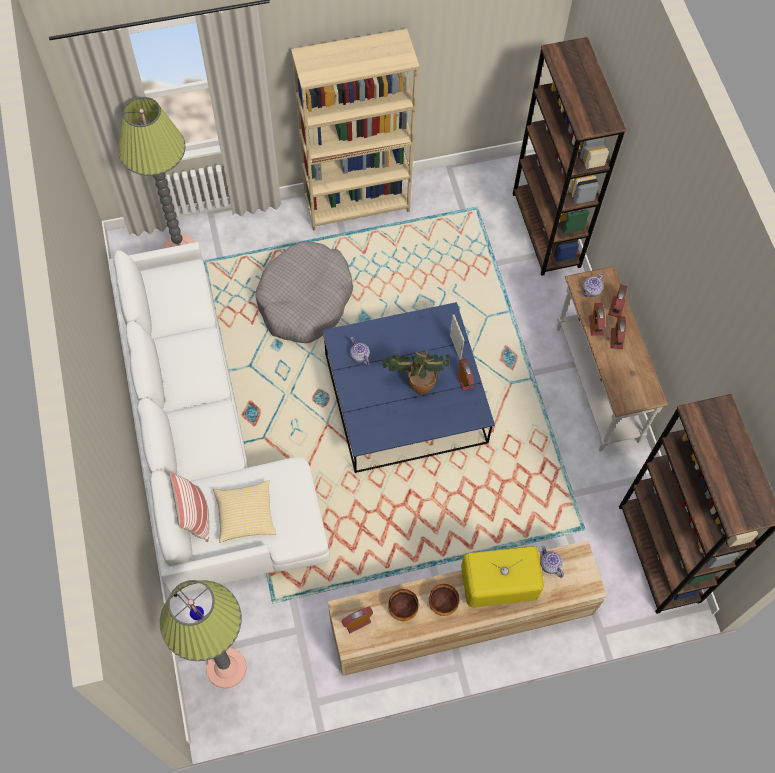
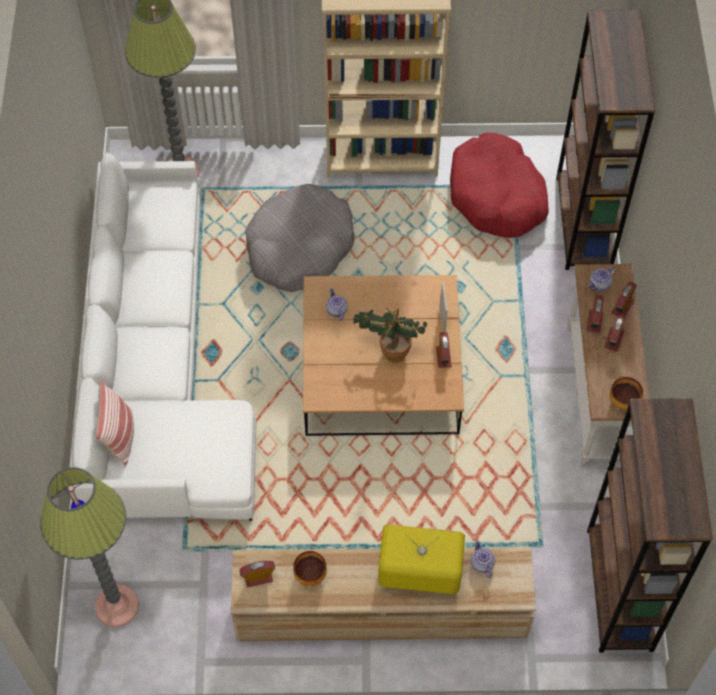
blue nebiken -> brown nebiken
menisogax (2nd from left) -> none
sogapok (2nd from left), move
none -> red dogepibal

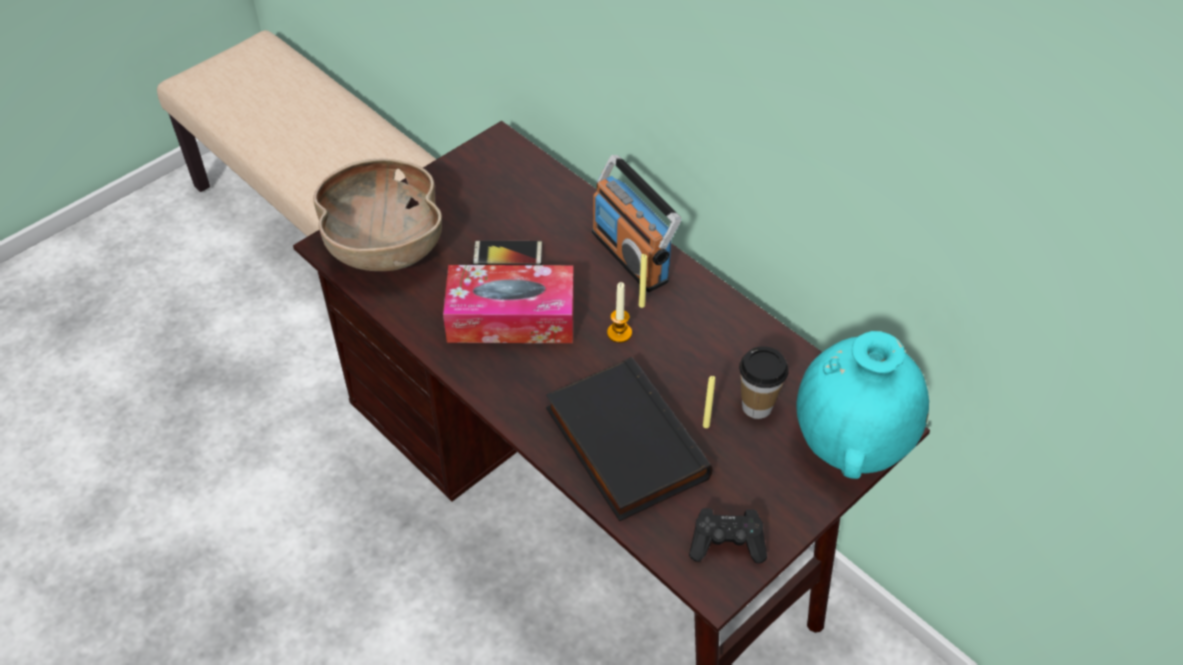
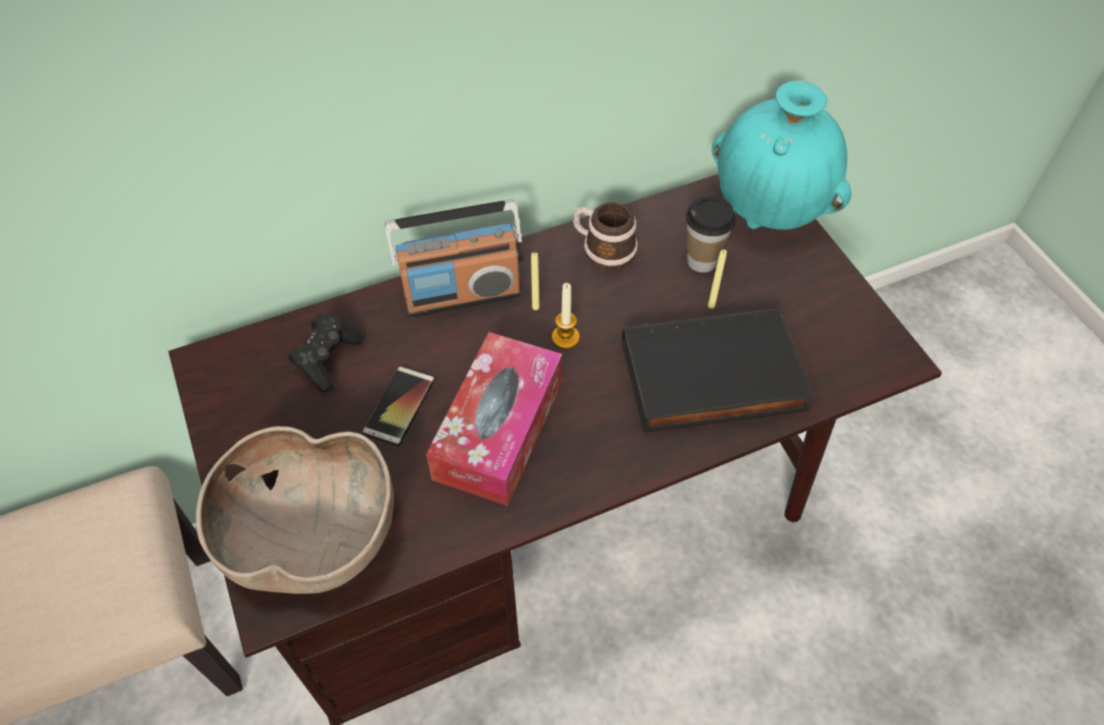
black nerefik, move
none -> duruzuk

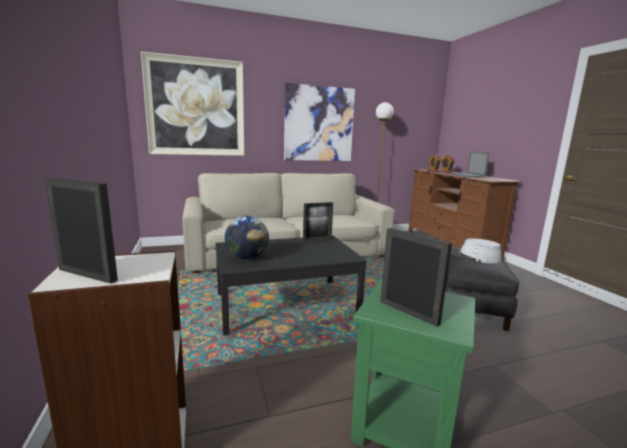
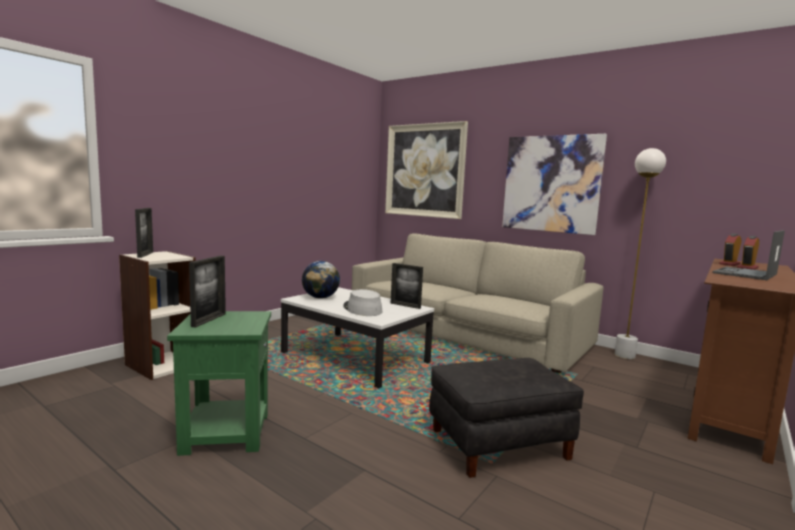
black nebiken -> white nebiken
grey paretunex, move

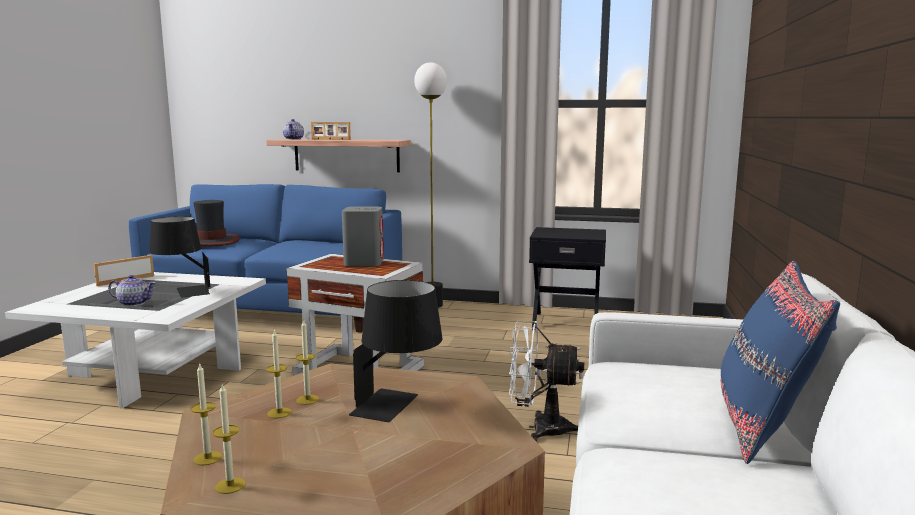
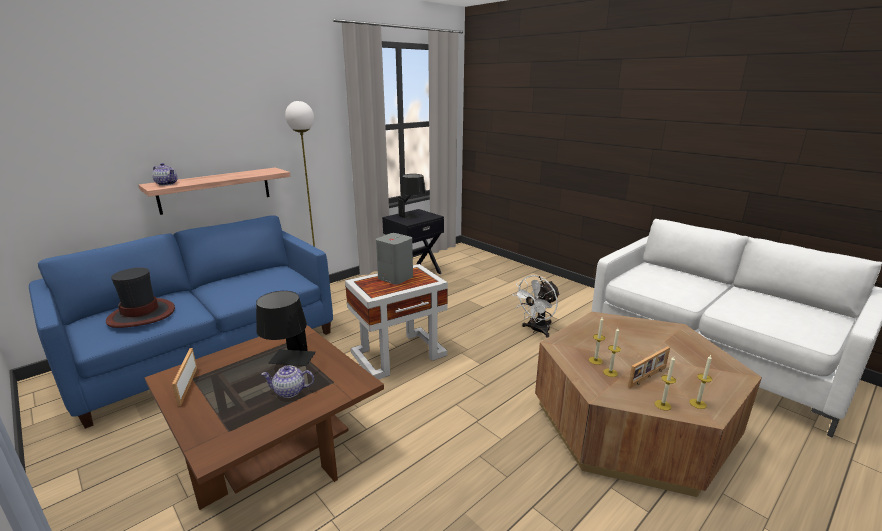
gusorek (2nd from left), move
blue menisogax -> none
white nebiken -> brown nebiken (1st from left)
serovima (1st from left in the first image) -> serovima (2nd from left), 135 degrees counterclockwise
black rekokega (2nd from left), move

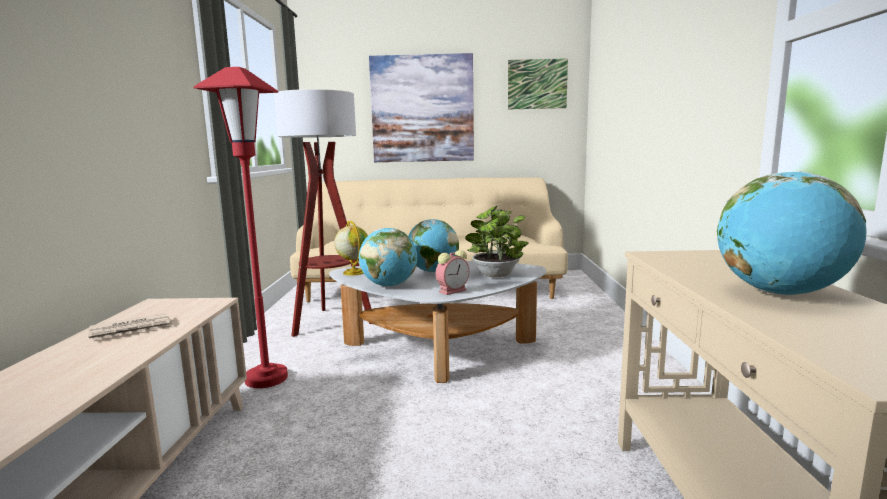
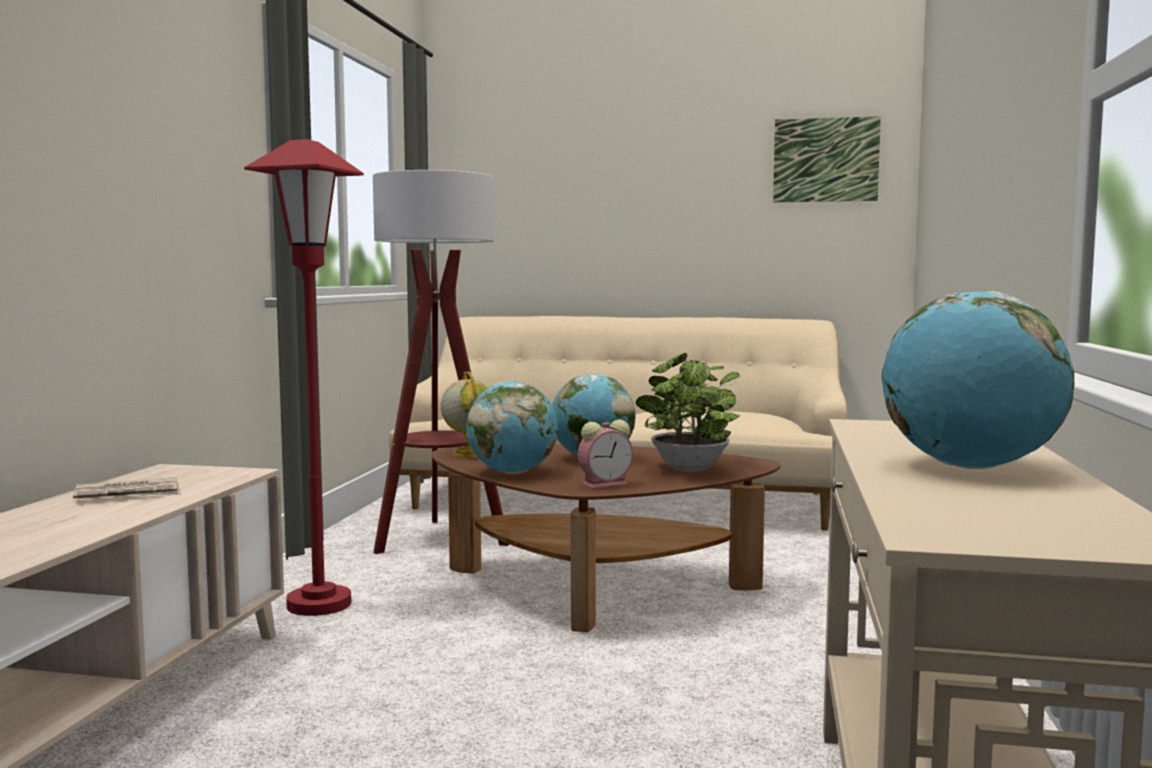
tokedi (1st from left) -> none
white nebiken -> brown nebiken

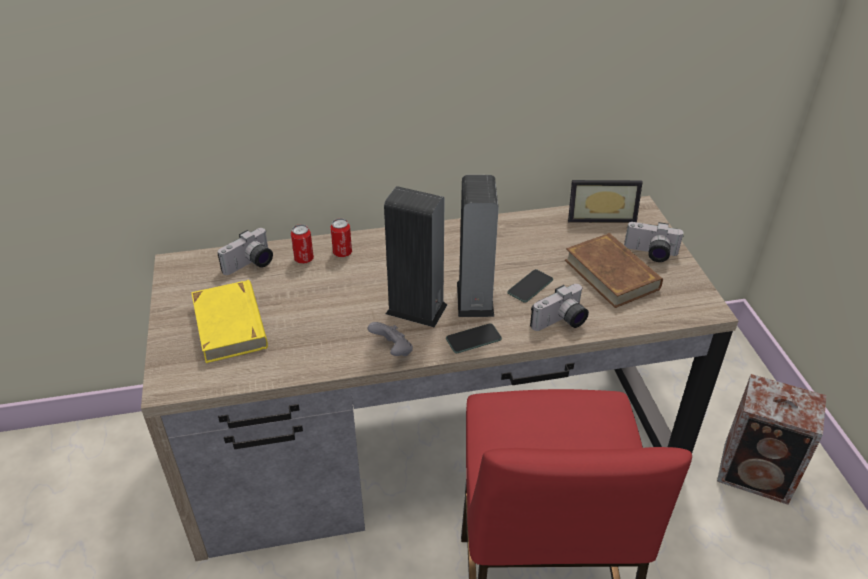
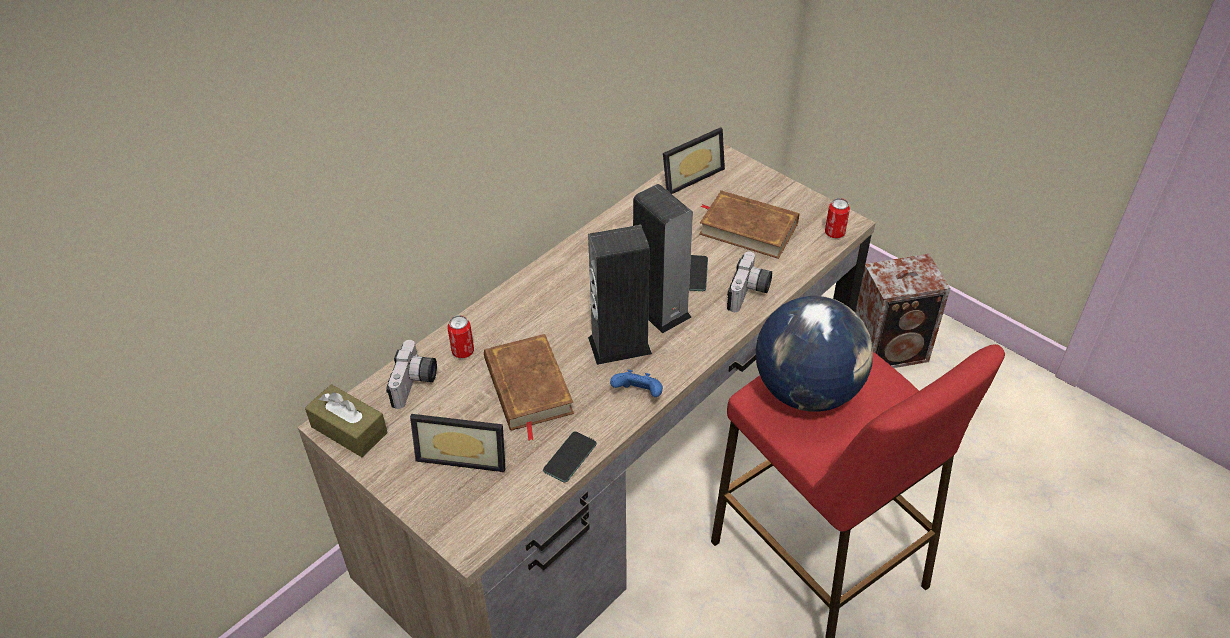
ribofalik (2nd from left), move
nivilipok (3rd from left) -> none
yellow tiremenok -> gusorek (1st from left)
grey nerefik -> blue nerefik
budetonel (1st from left), move
none -> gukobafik
none -> brown tiremenok (1st from left)
none -> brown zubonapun

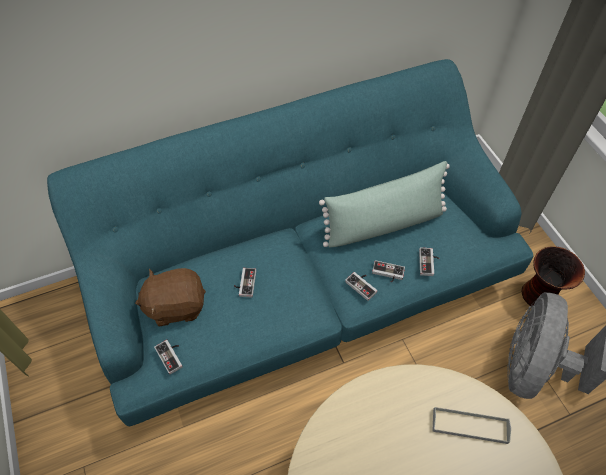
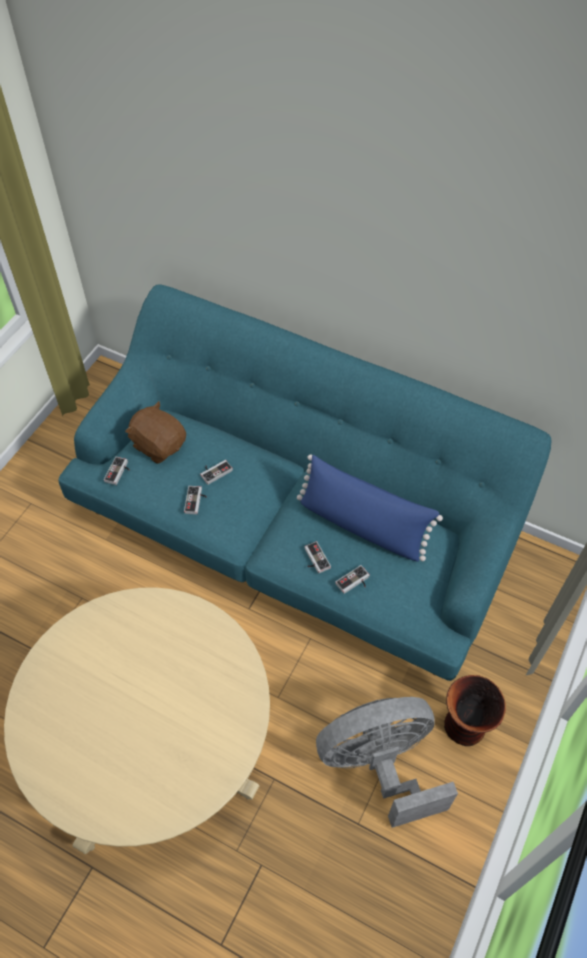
green menisogax -> blue menisogax
nerefik (3rd from left in the first image) -> nerefik (2nd from left), move
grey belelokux -> none

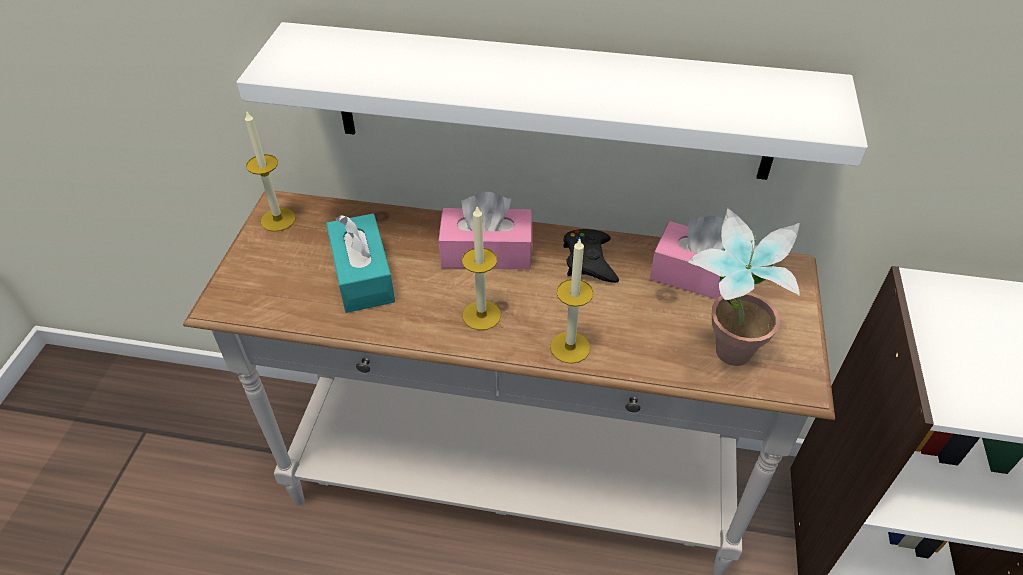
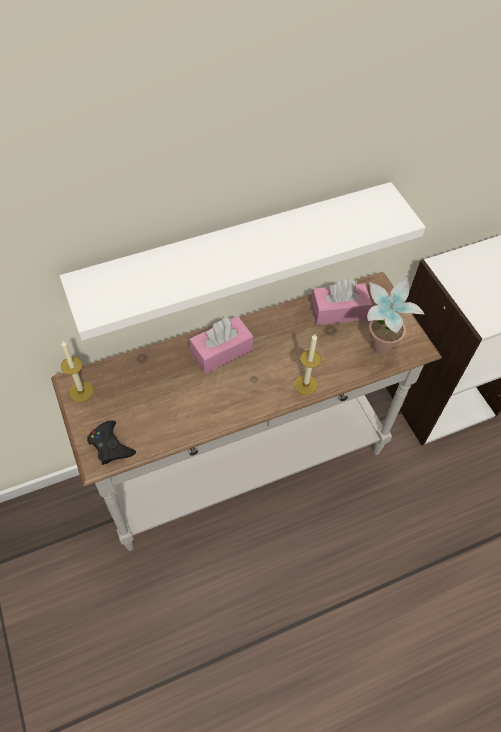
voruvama (2nd from left) -> none
turquoise zubonapun -> none
black nerefik, move

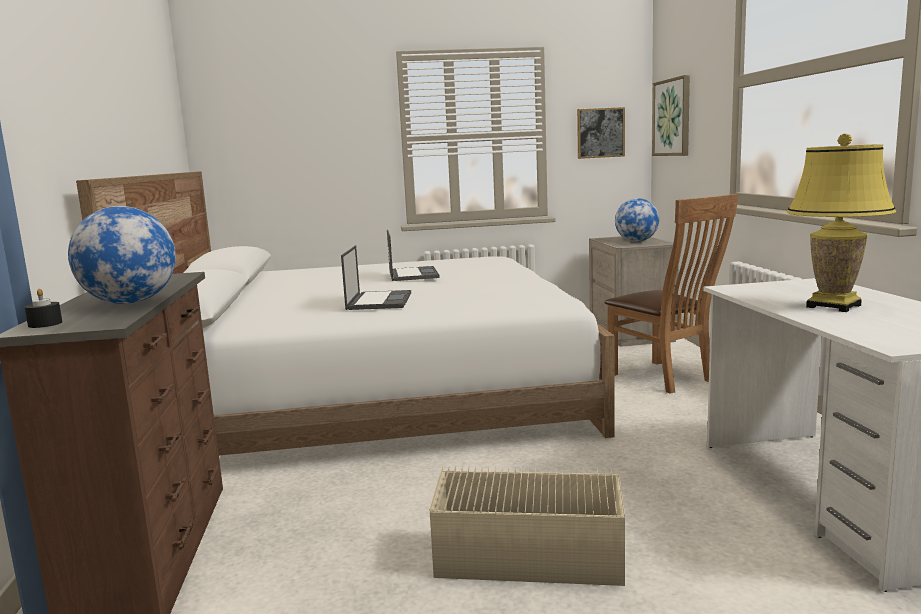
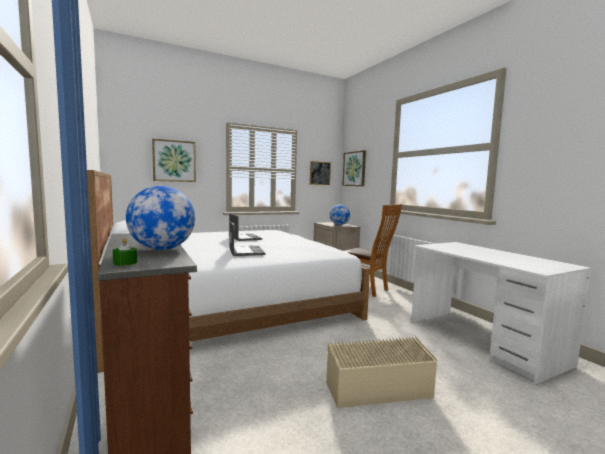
yellow rekokega -> none
black voruvama -> green voruvama
none -> tokedi (1st from left)

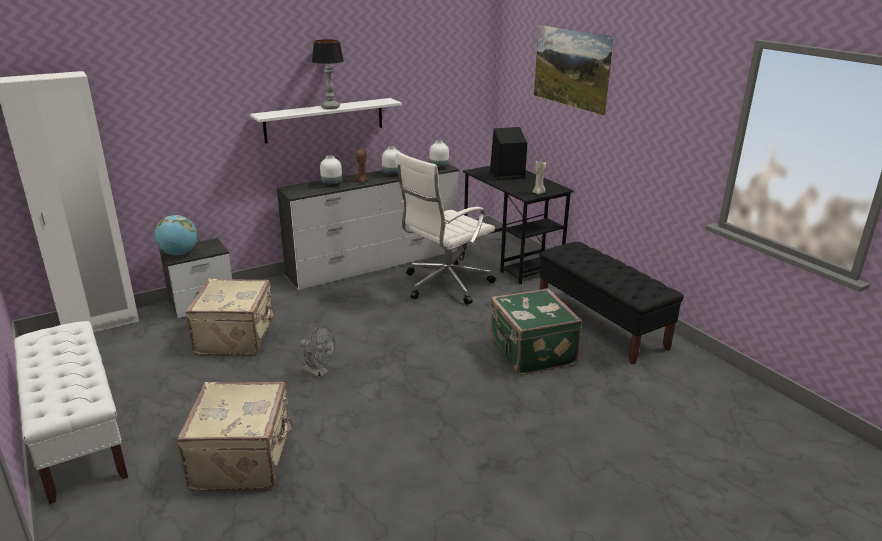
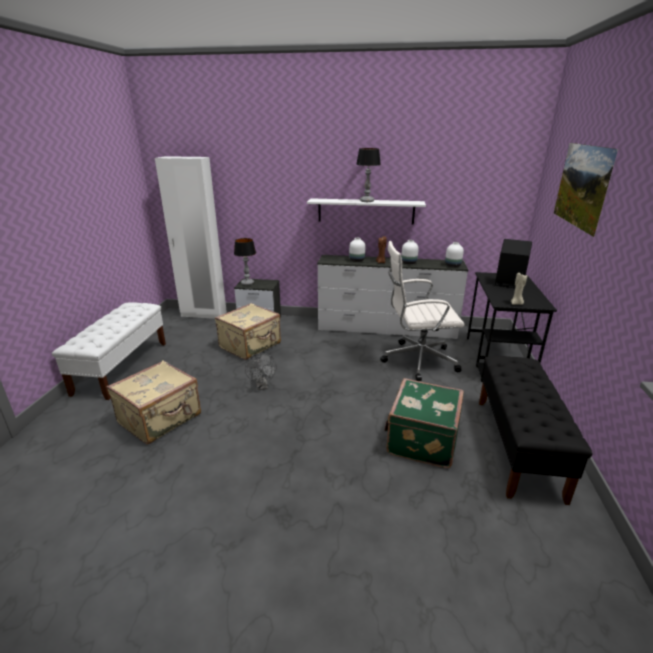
gukobafik -> rekokega (1st from left)

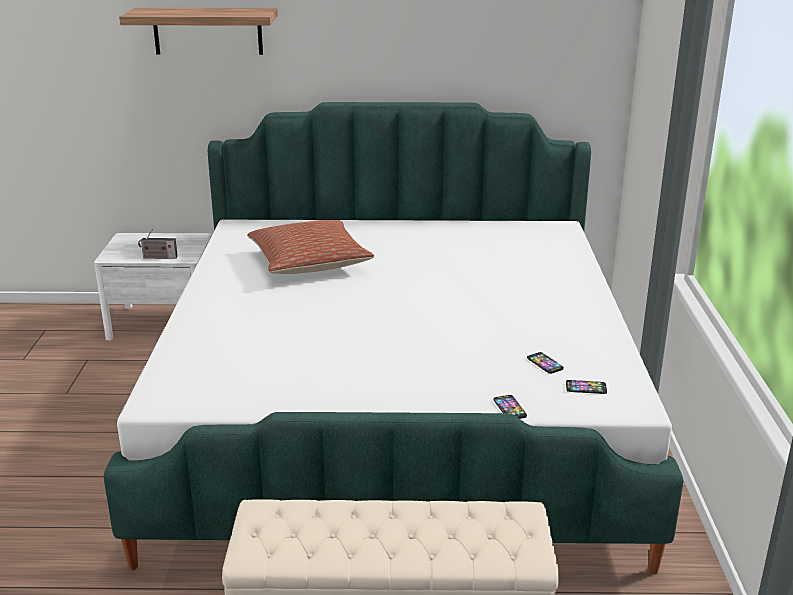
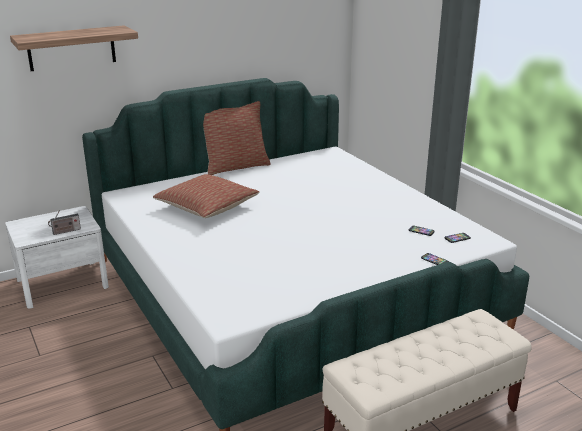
none -> menisogax (2nd from left)

